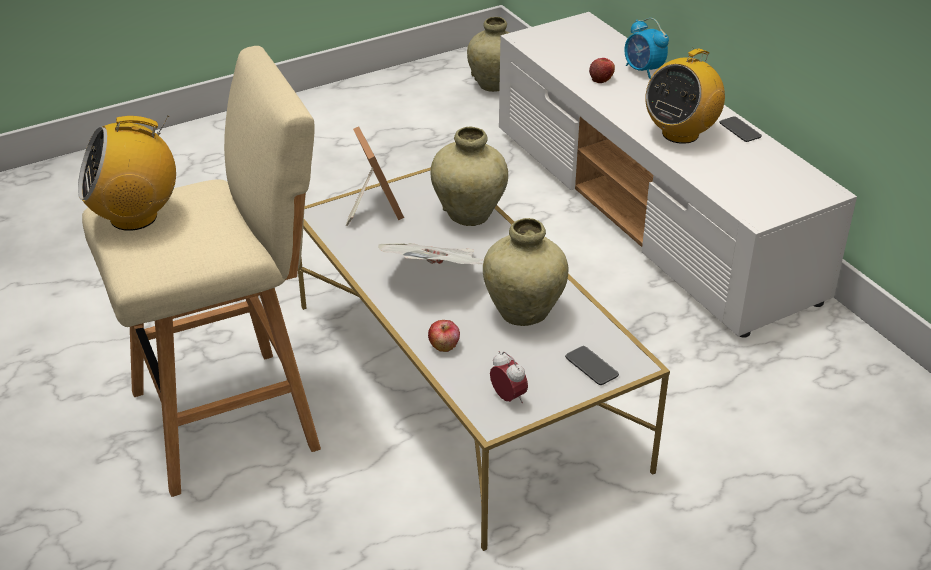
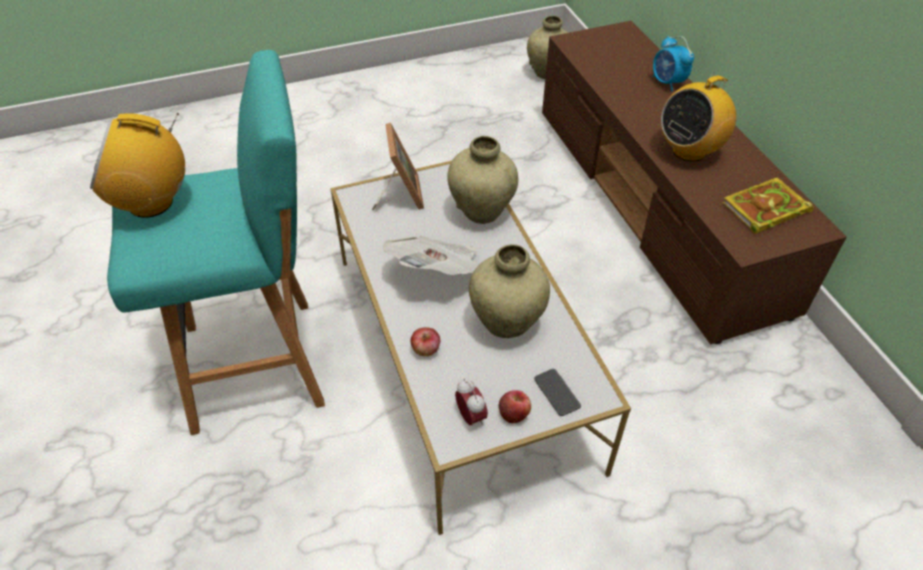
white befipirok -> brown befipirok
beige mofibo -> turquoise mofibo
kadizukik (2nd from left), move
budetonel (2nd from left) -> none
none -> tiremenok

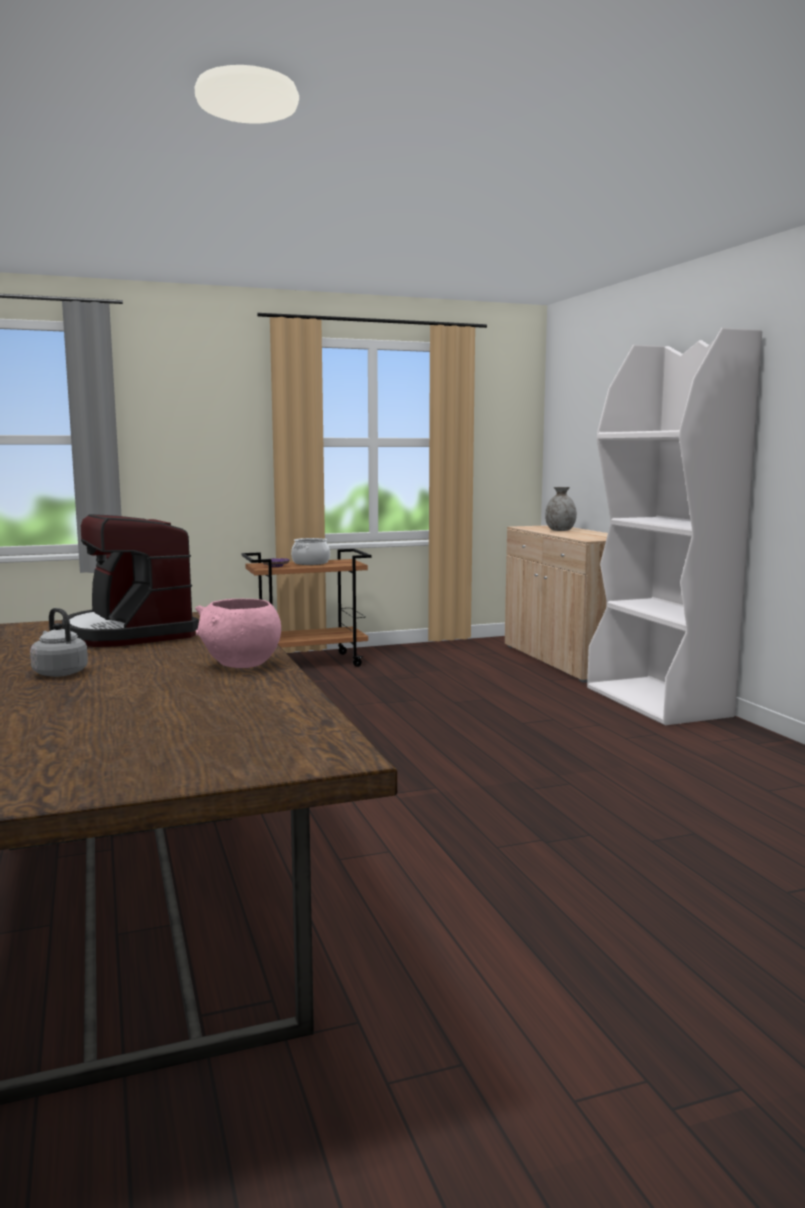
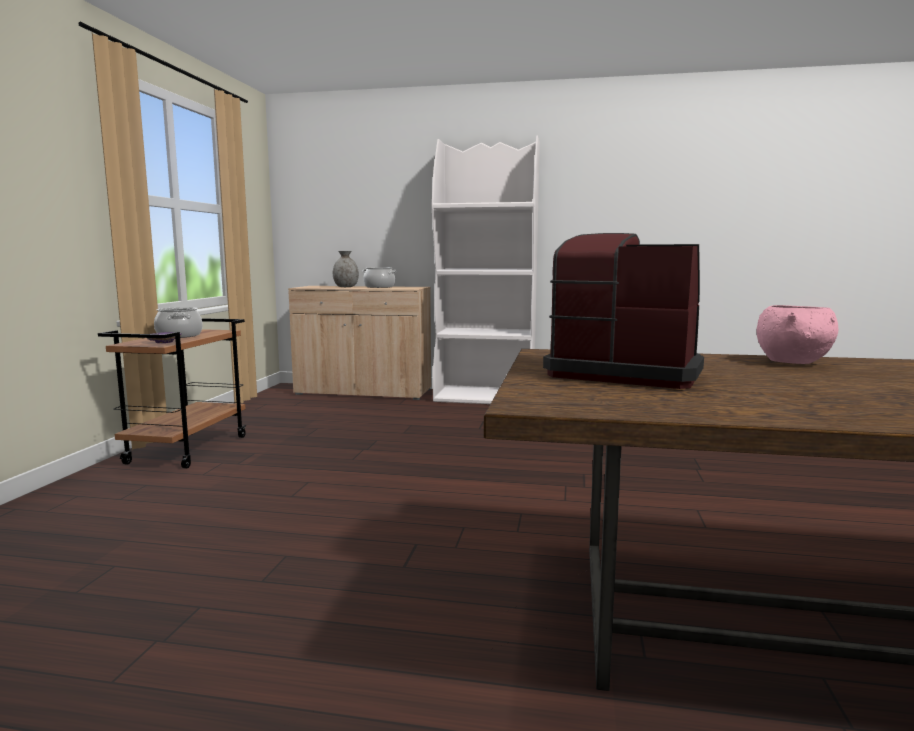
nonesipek, 150 degrees counterclockwise
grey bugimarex -> none
none -> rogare (2nd from left)

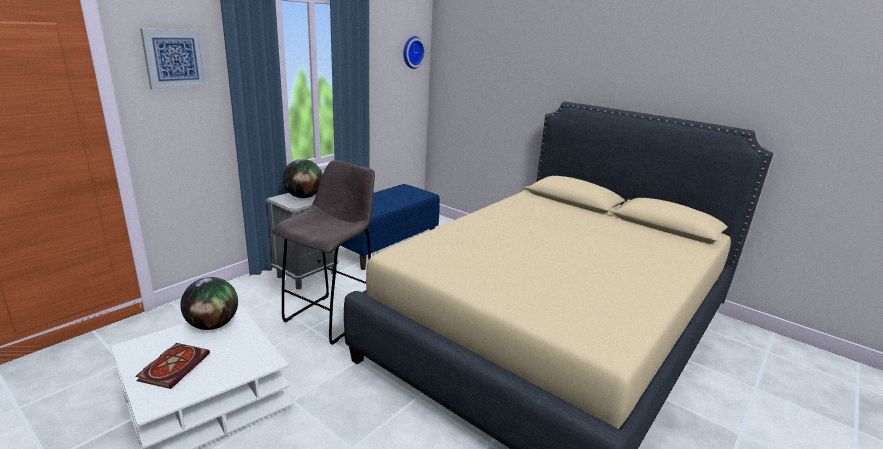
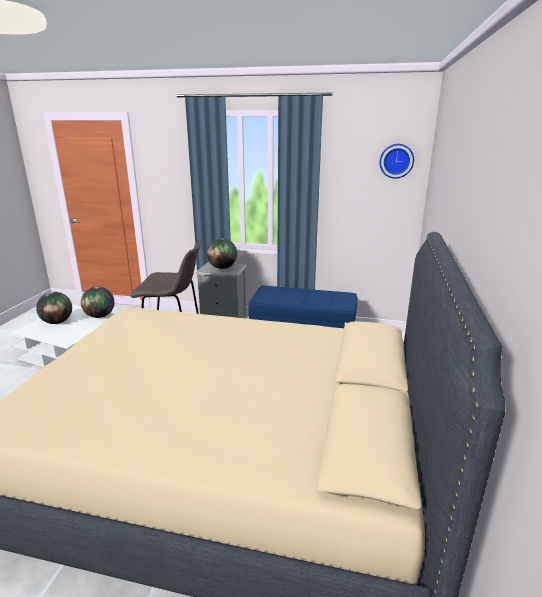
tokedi -> none
tiremenok -> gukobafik (1st from left)

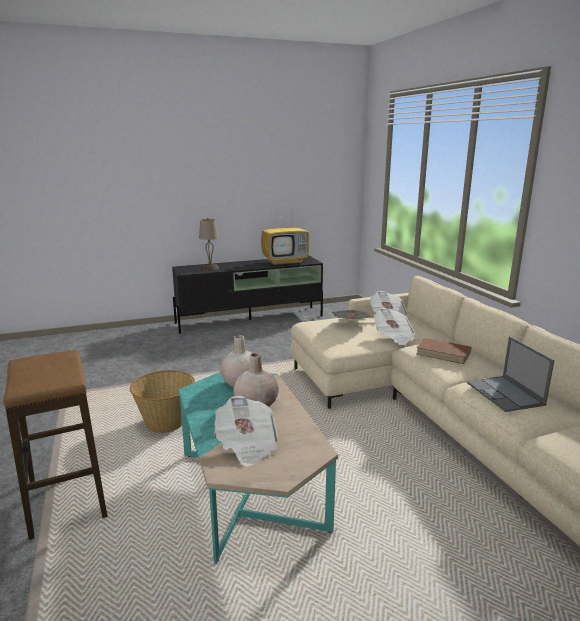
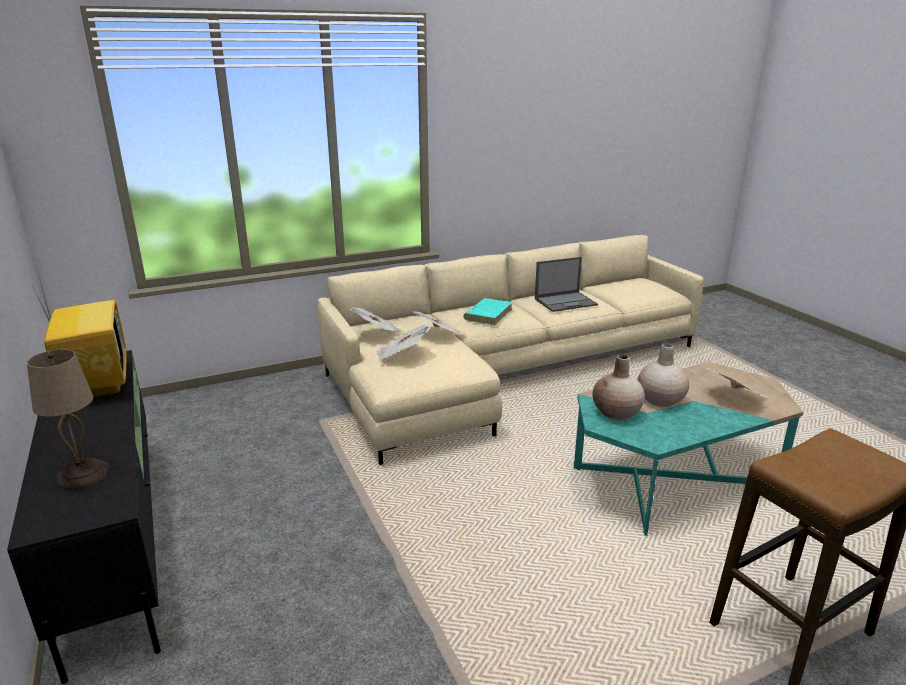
brown tiremenok -> turquoise tiremenok
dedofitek -> none

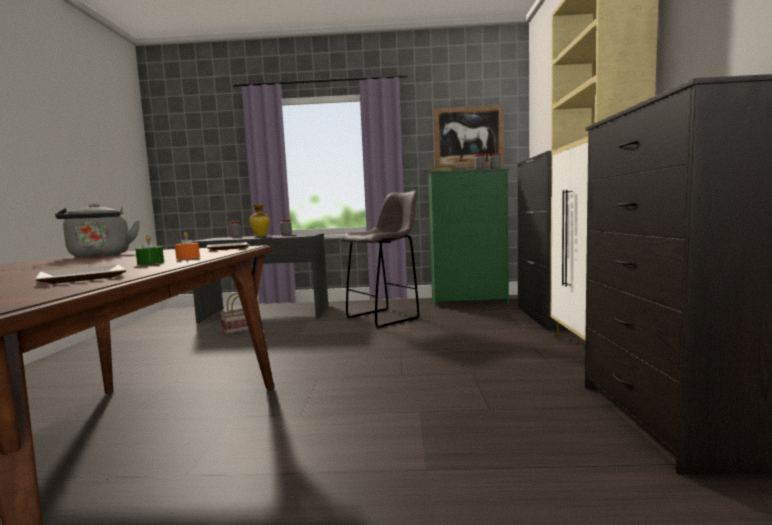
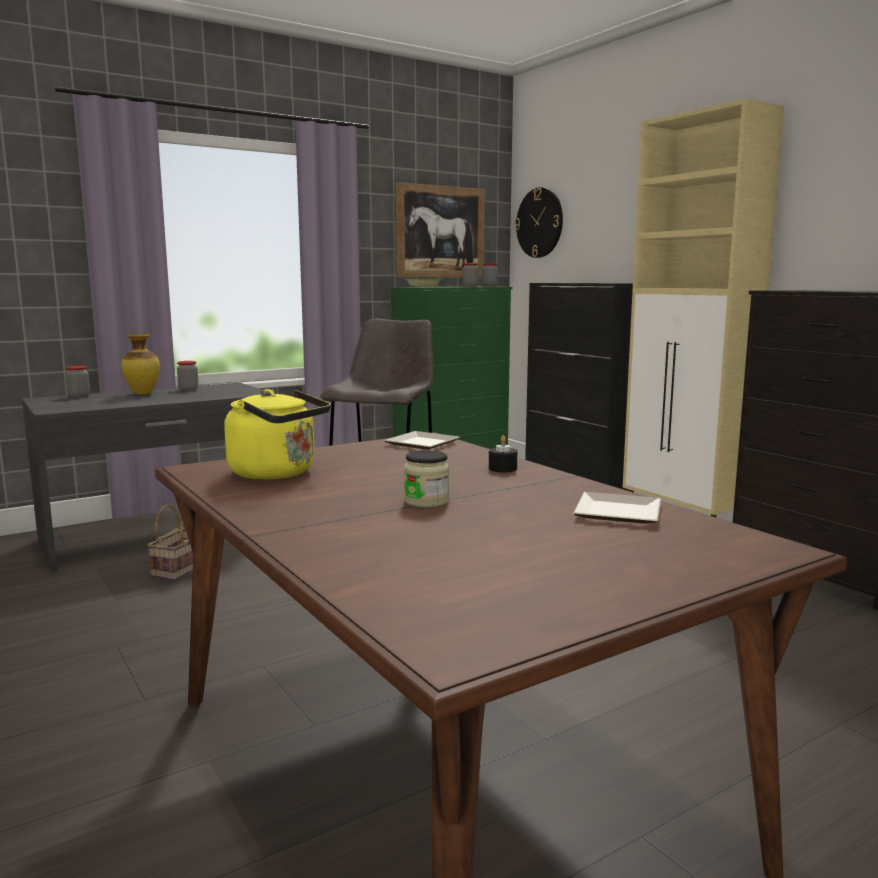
grey bugimarex -> yellow bugimarex
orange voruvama -> black voruvama
green voruvama -> none
none -> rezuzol
none -> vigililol (3rd from left)

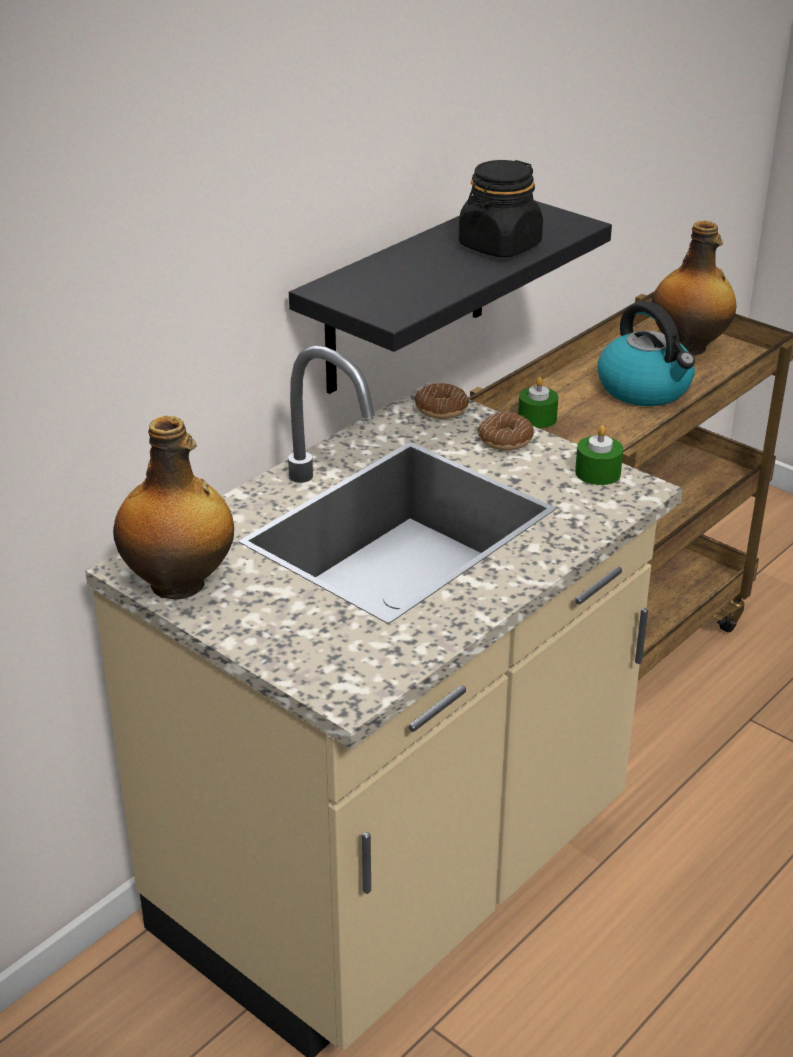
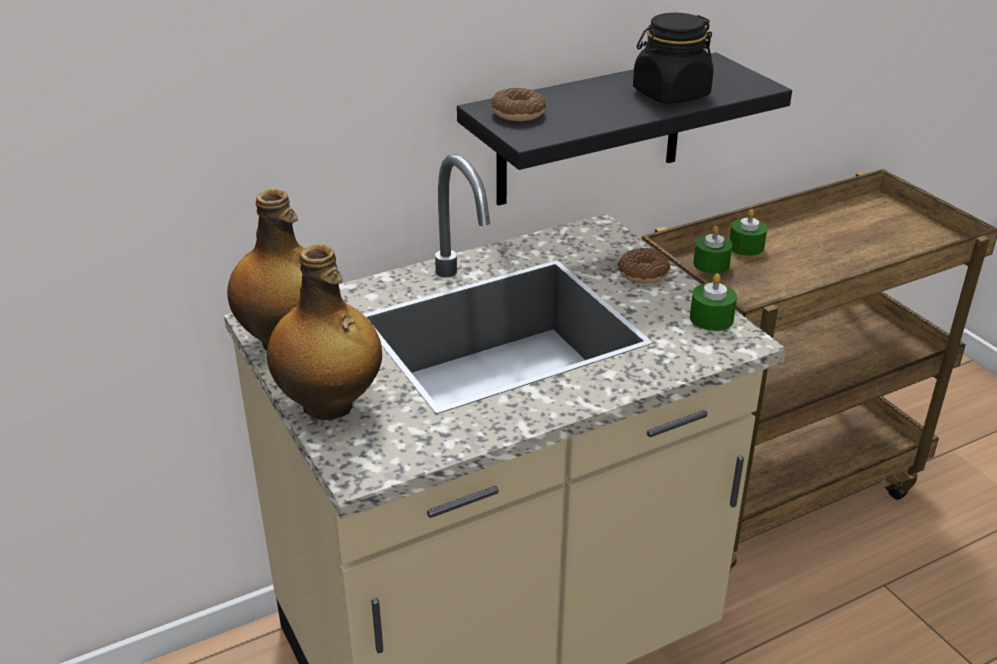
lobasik (2nd from left), move
bugimarex -> none
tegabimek (1st from left), move
none -> green voruvama (3rd from left)

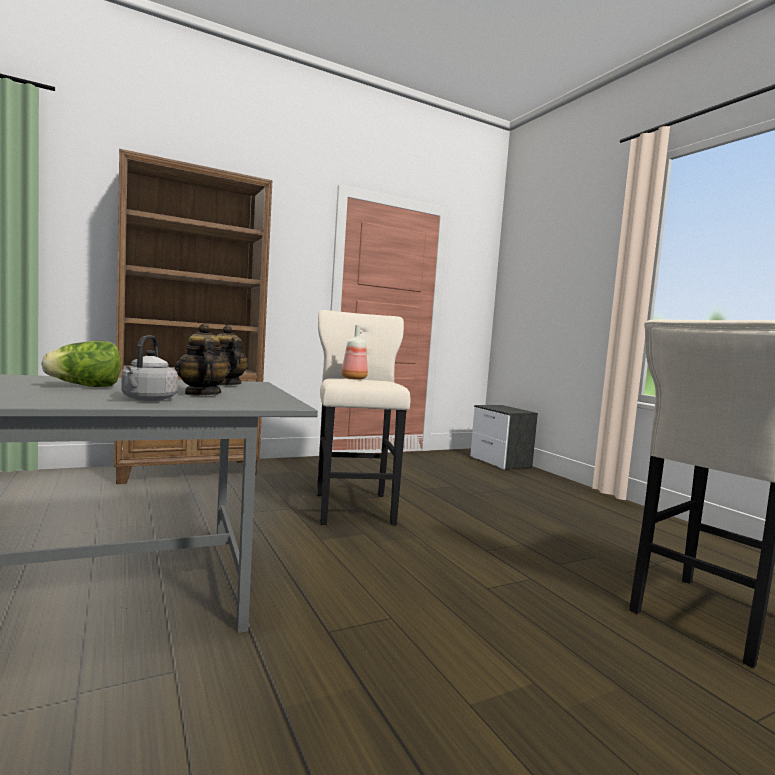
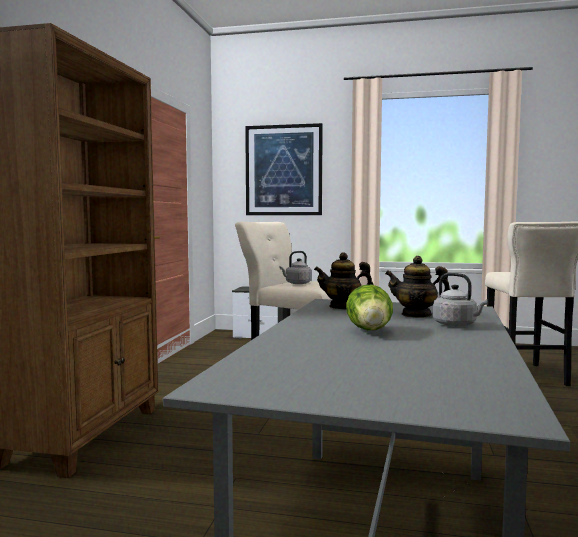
lobasik -> grey bugimarex (1st from left)
none -> tokedi

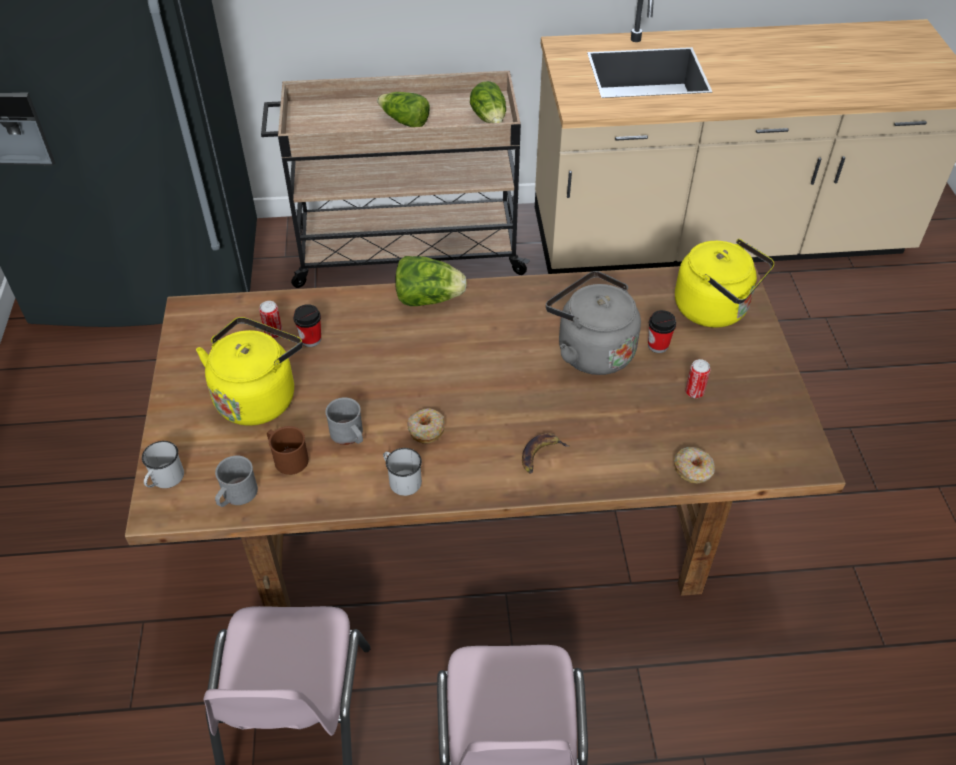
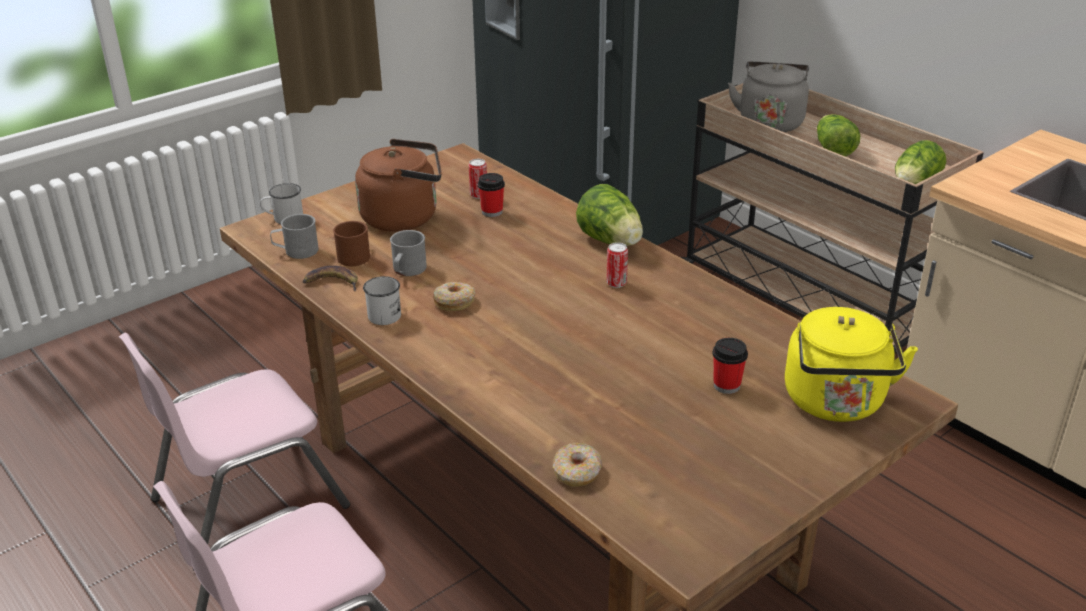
grey bugimarex, move
yellow bugimarex (1st from left) -> brown bugimarex
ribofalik (2nd from left), move
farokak, move

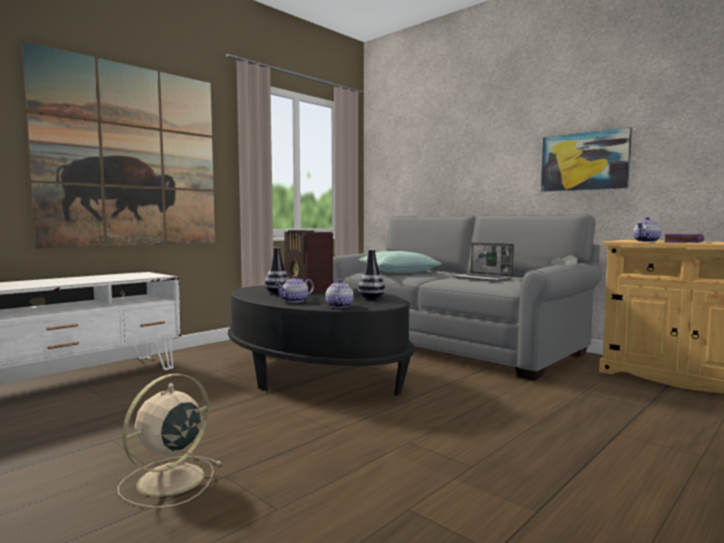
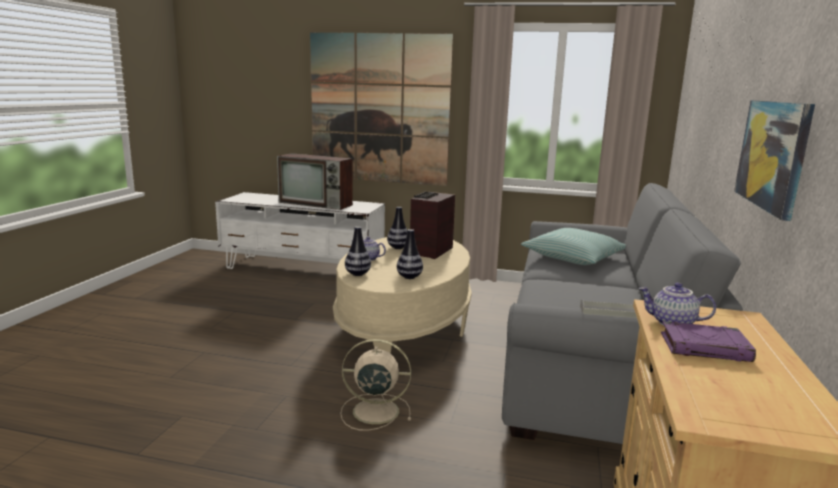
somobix -> none
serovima (2nd from left) -> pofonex (1st from left)
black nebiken -> beige nebiken
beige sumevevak, move
none -> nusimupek

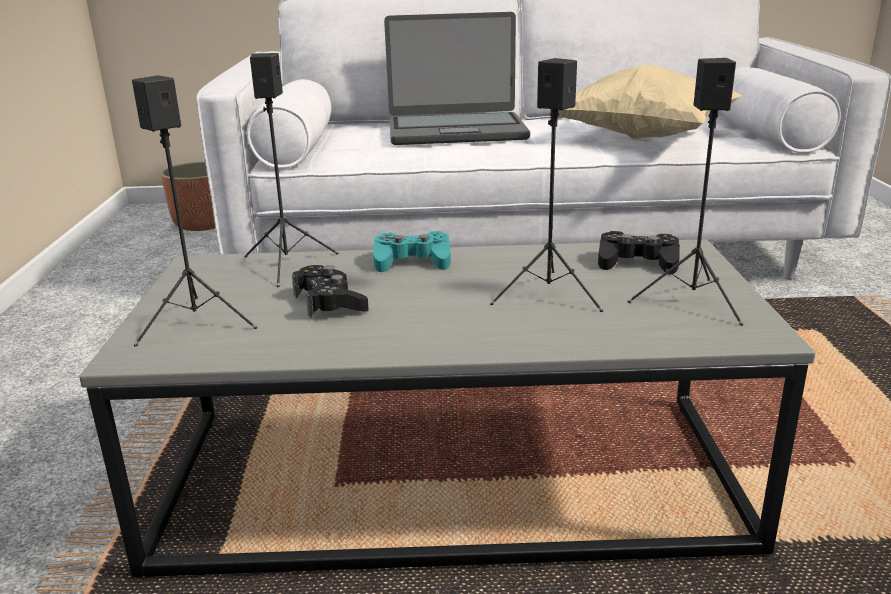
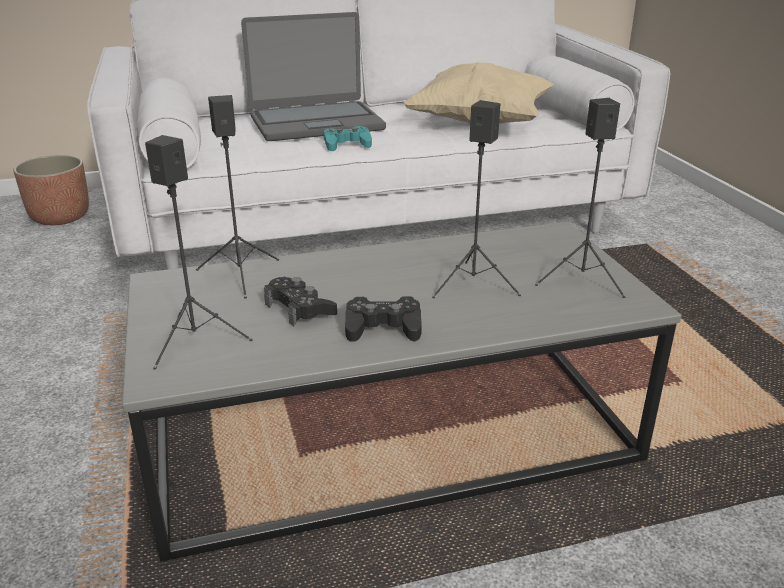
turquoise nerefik, move
black nerefik (2nd from left), move

